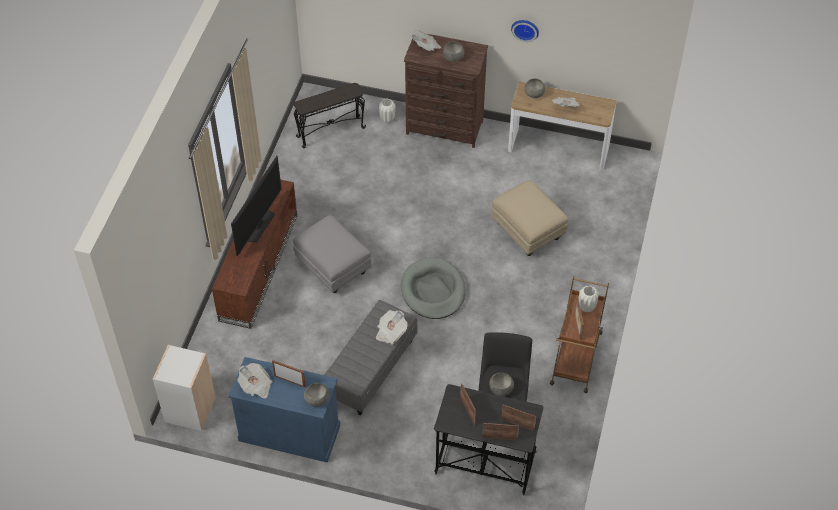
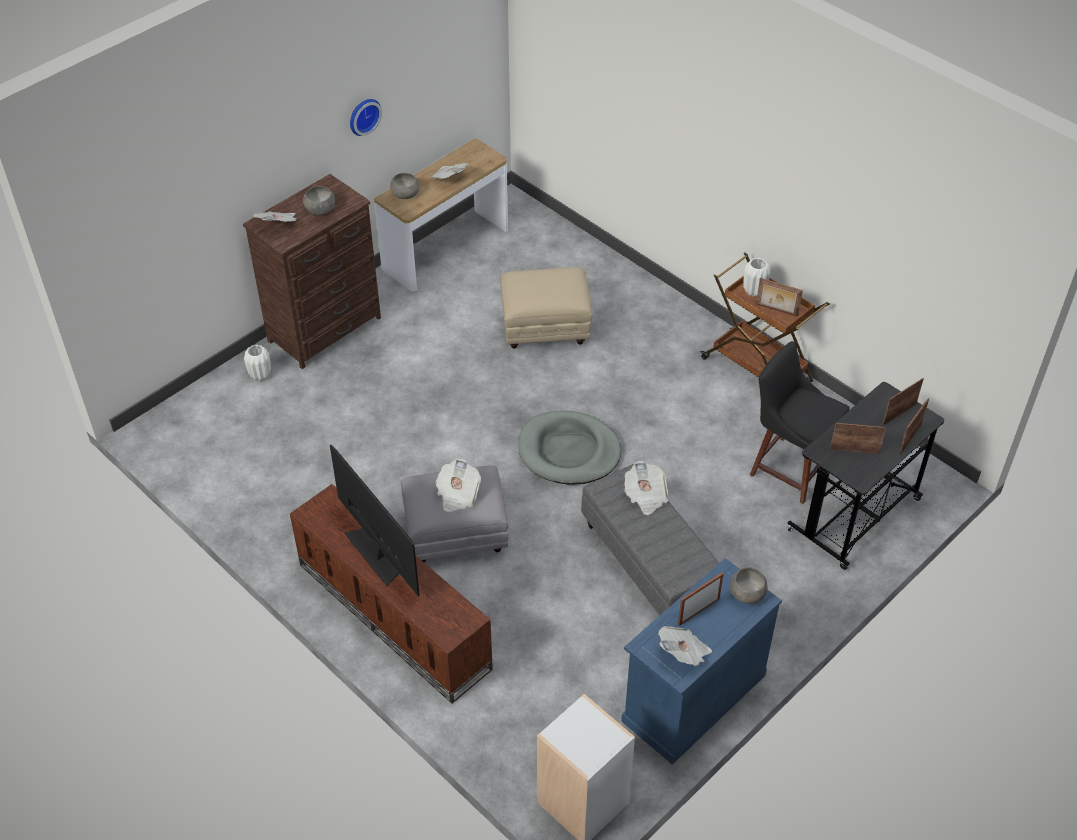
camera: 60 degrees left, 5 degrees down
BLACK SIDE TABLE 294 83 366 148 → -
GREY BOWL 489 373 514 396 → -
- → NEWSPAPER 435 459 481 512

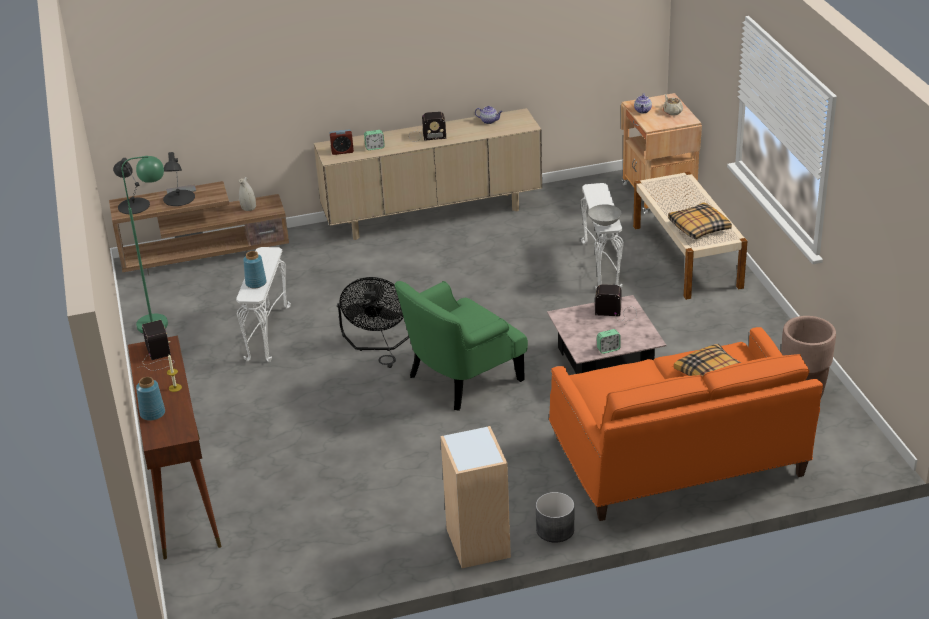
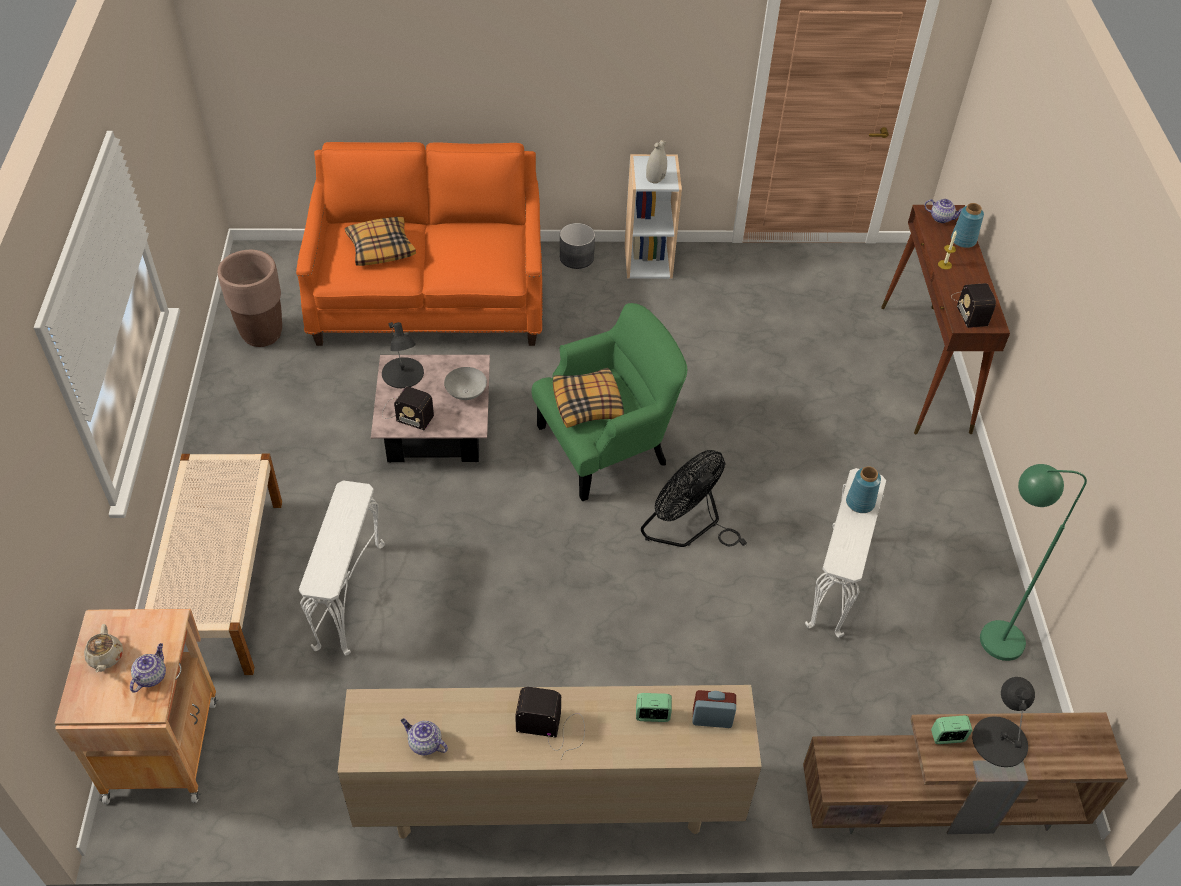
camera: 170 degrees left, 15 degrees up
- → TEAPOT 925 199 962 223
BLACK TABLE LAMP 113 158 150 214 → BLACK TABLE LAMP 382 322 424 388, shifted
WHITE VASE 239 177 256 211 → WHITE VASE 646 140 667 183, shifted
GREY BOWL 588 204 621 226 → GREY BOWL 444 367 487 400, shifted
ALARM CLOCK 597 329 621 354 → ALARM CLOCK 931 715 973 744, shifted
PILLOW 668 203 732 239 → PILLOW 553 368 624 428, shifted
BLACK FAN 337 277 409 368 → BLACK FAN 641 450 747 547, 120 degrees clockwise

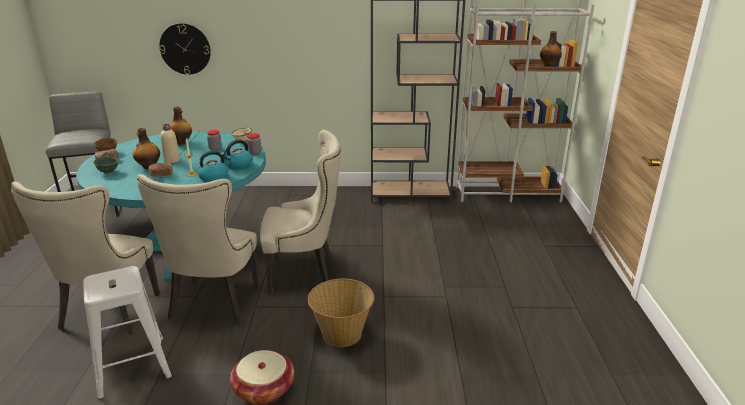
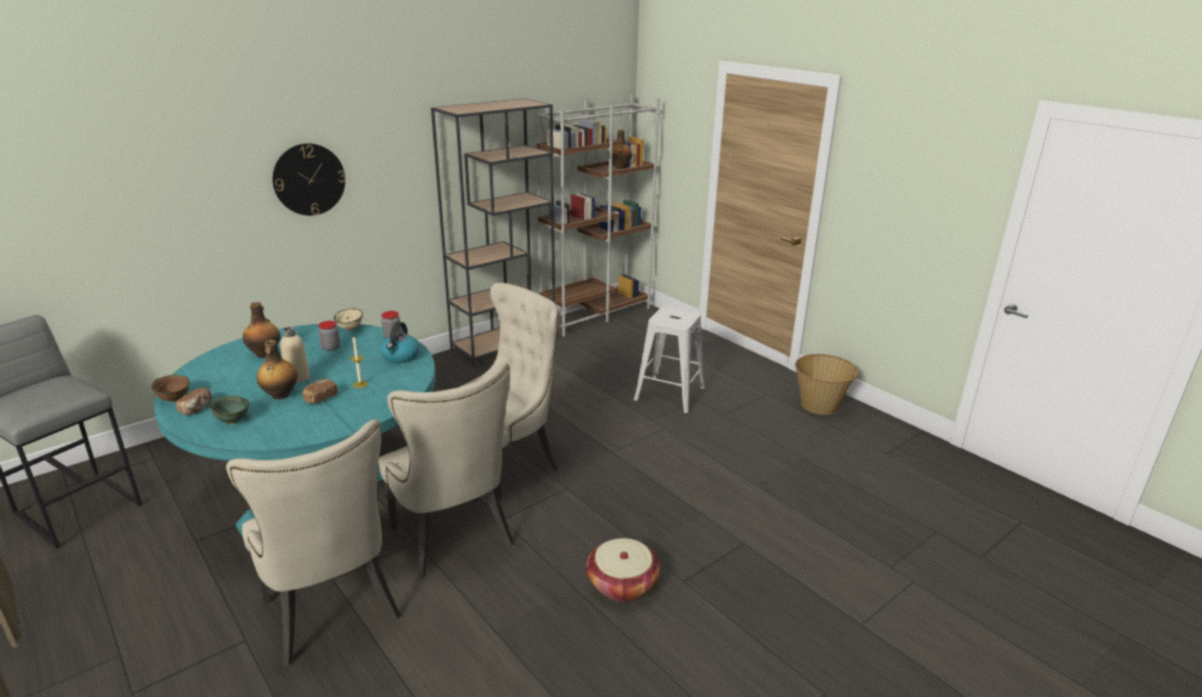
camera: 40 degrees left, 0 degrees up
KETTLE 198 151 231 182 → -
WHITE STOOL 83 266 172 400 → WHITE STOOL 633 307 705 414, shifted
WALL CLOCK 159 23 211 75 → WALL CLOCK 273 143 346 216, shifted
BASKET 308 279 374 347 → BASKET 795 354 859 415, shifted

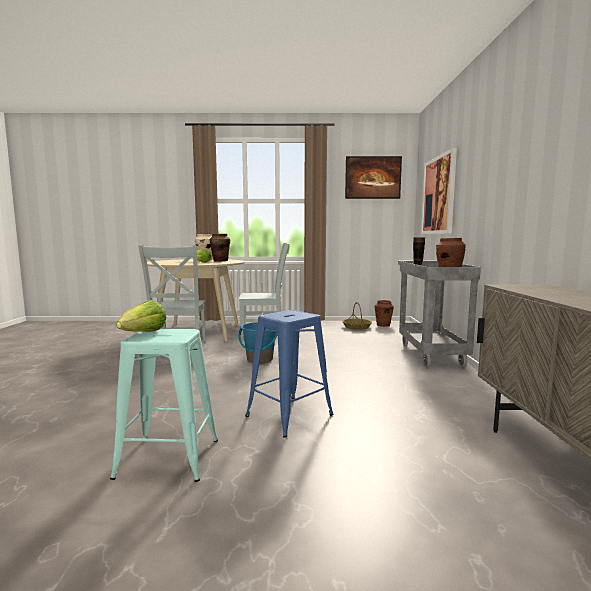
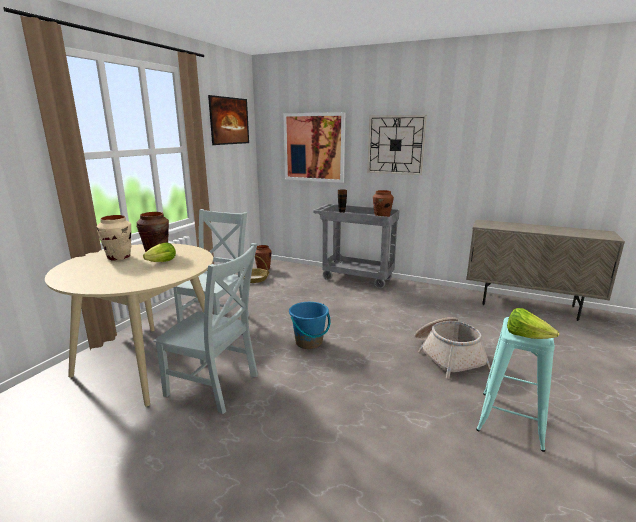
camera: 65 degrees left, 10 degrees up
- → WALL CLOCK 367 115 427 175
BLUE STOOL 245 310 334 438 → BASKET 414 317 491 379

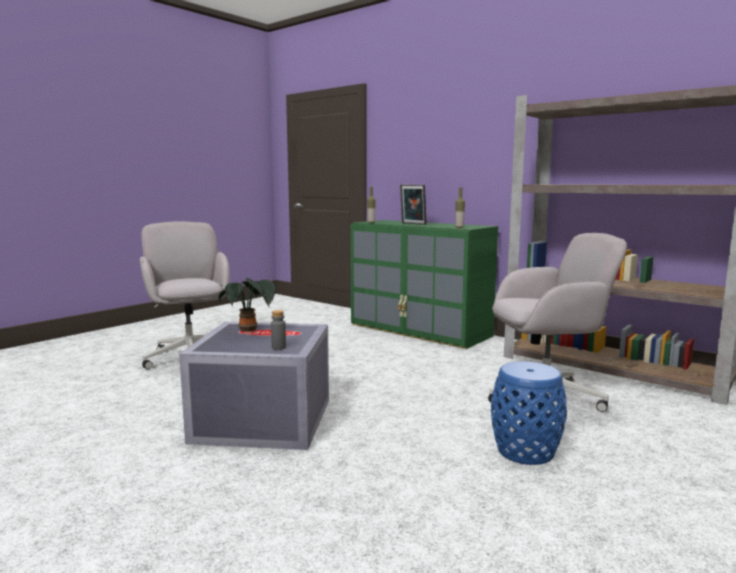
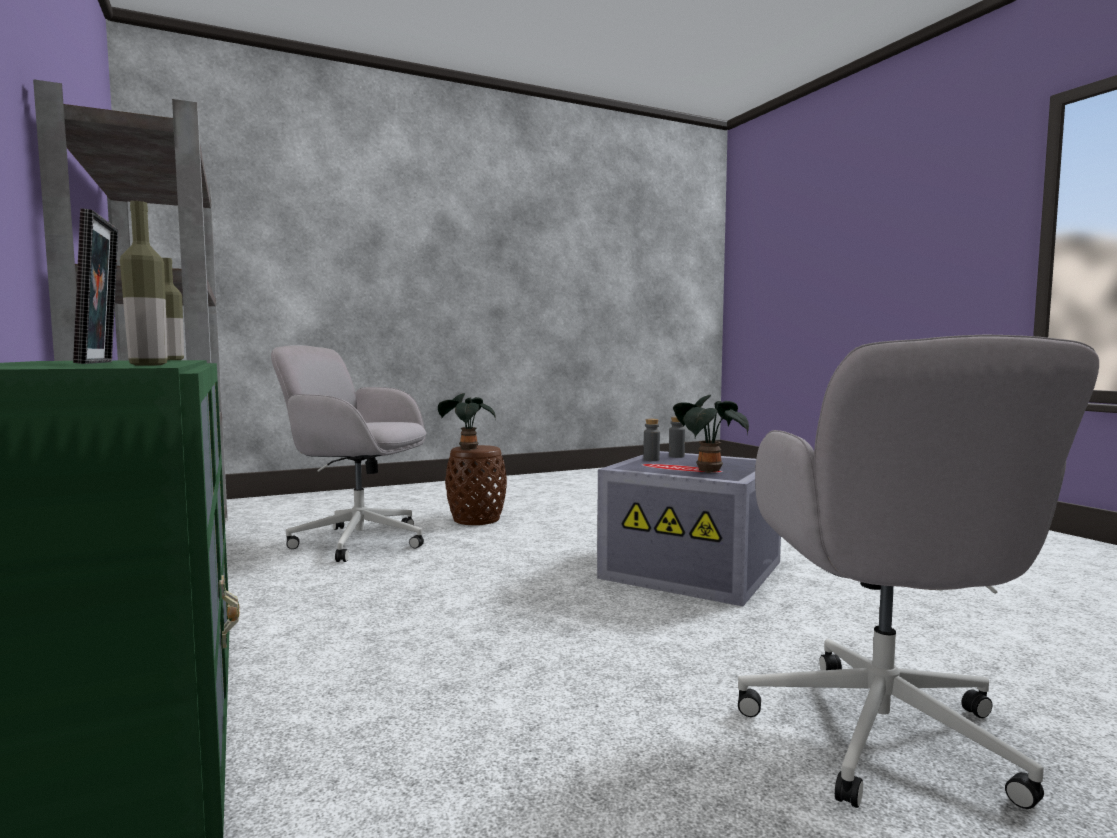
camera: 155 degrees left, 5 degrees down
- → POTTED PLANT 438 393 496 450
- → GREY BOTTLE 643 419 660 461
BLUE STOOL 491 361 567 465 → BROWN STOOL 445 445 507 525

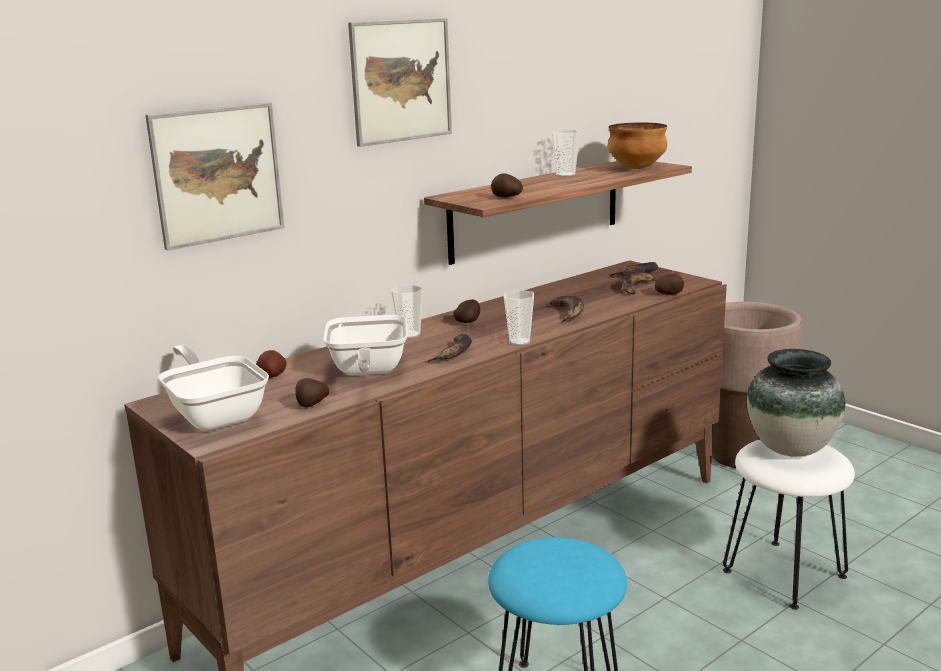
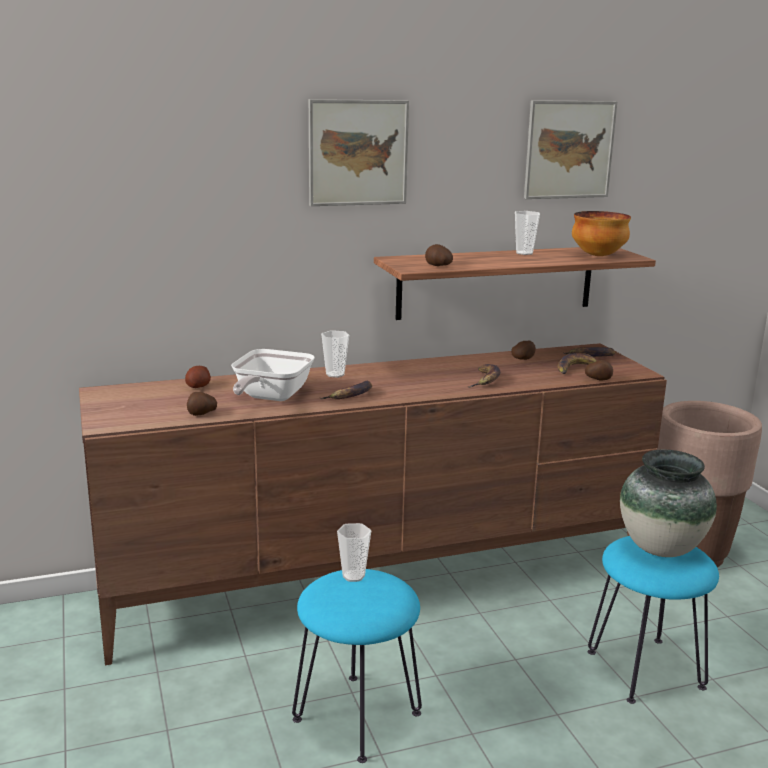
camera: 20 degrees right, 0 degrees up
FRYING PAN 158 345 269 431 → -
PICTURE 145 102 284 251 → PICTURE 524 100 617 199, shifted
POTATO 453 299 480 323 → POTATO 511 341 536 360, shifted
CUP 504 290 534 346 → CUP 337 523 371 582, shifted
WHITE STOOL 723 440 855 610 → TURQUOISE STOOL 588 536 719 704

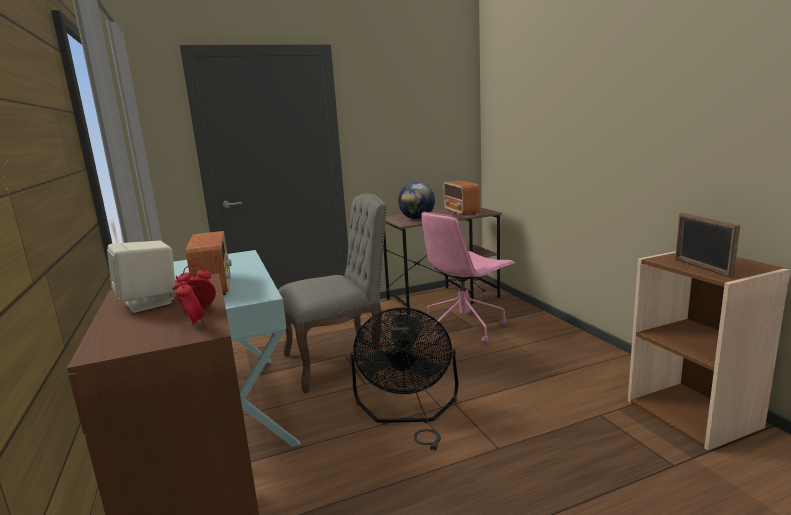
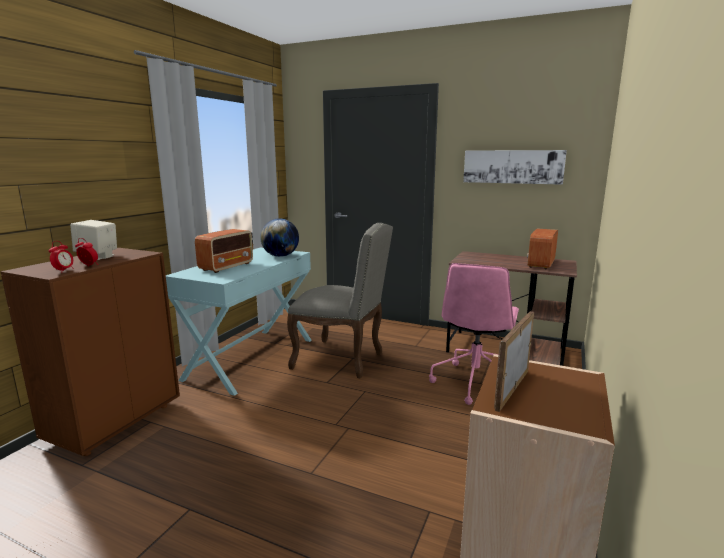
camera: 45 degrees right, 0 degrees up
BLACK FAN 350 308 458 450 → -
- → PICTURE 463 150 567 185
GLOBE 398 182 435 219 → GLOBE 260 219 299 257, shifted
PINK OFFICE CHAIR 421 212 516 344 → PINK OFFICE CHAIR 429 263 519 405, 75 degrees counterclockwise

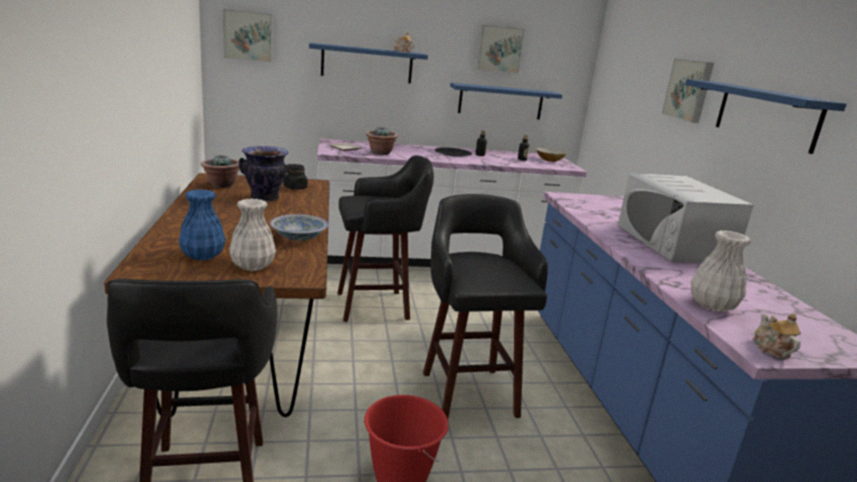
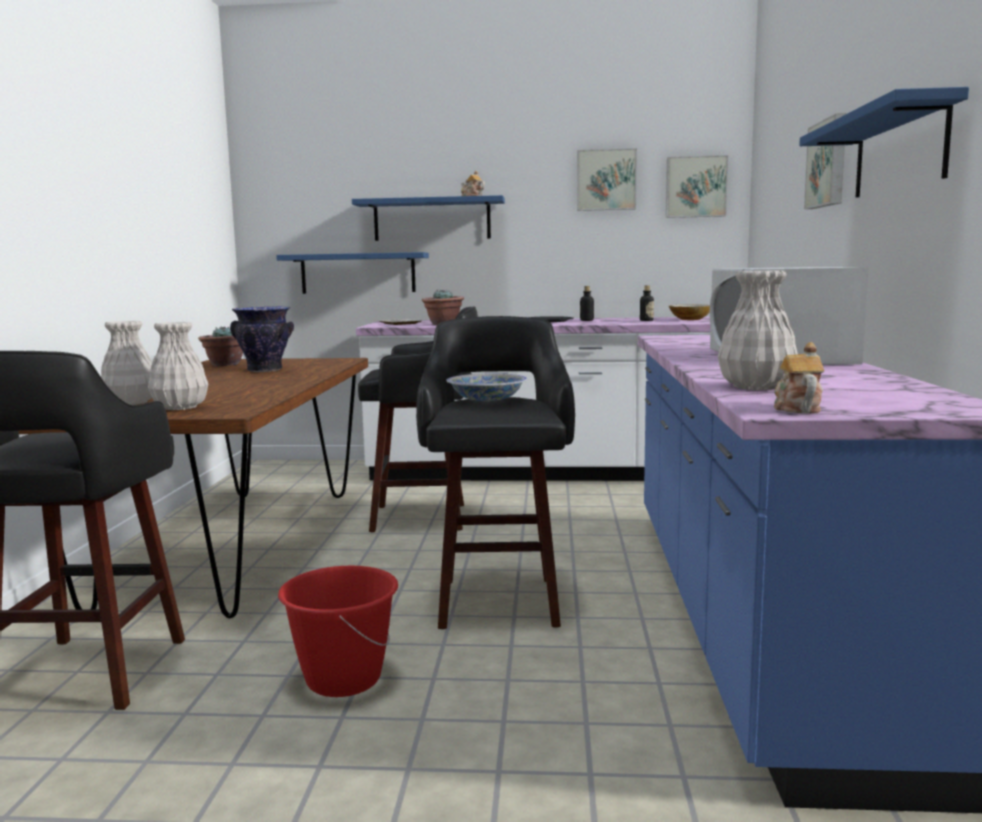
camera: 15 degrees right, 10 degrees down
BLACK JAR 284 164 308 190 → -
PICTURE 223 9 272 62 → PICTURE 666 155 728 218, shifted
BOWL 270 214 328 240 → BOWL 446 373 527 401, shifted
BLUE SHELF 450 83 562 120 → BLUE SHELF 276 252 429 294, shifted
BLUE VASE 178 189 226 260 → WHITE VASE 101 321 153 405

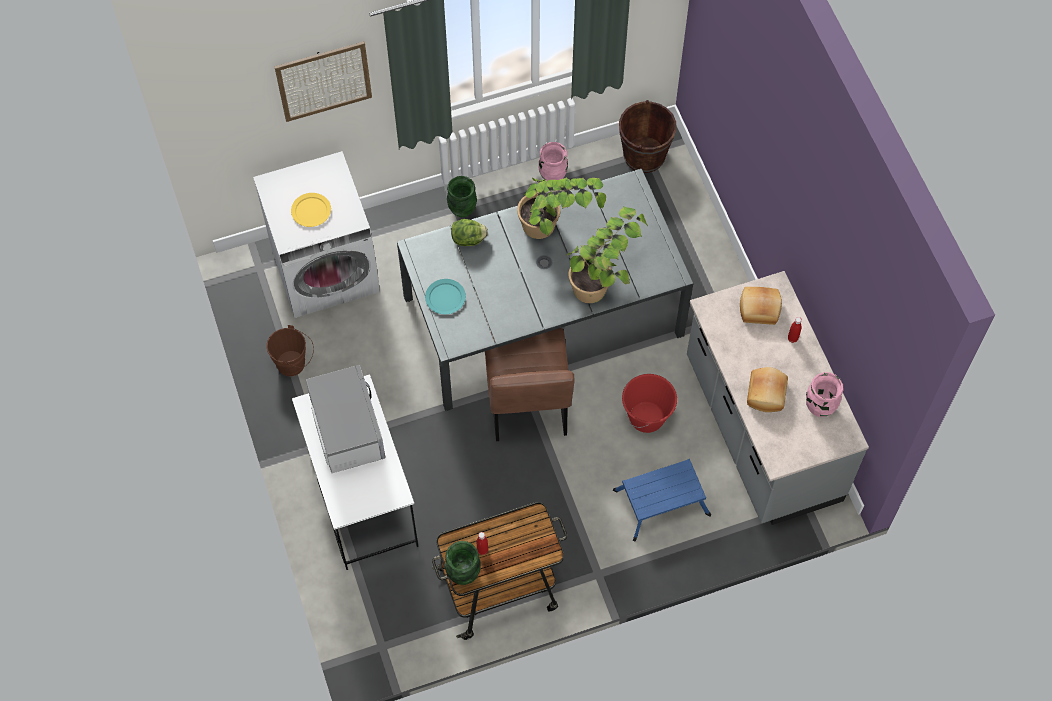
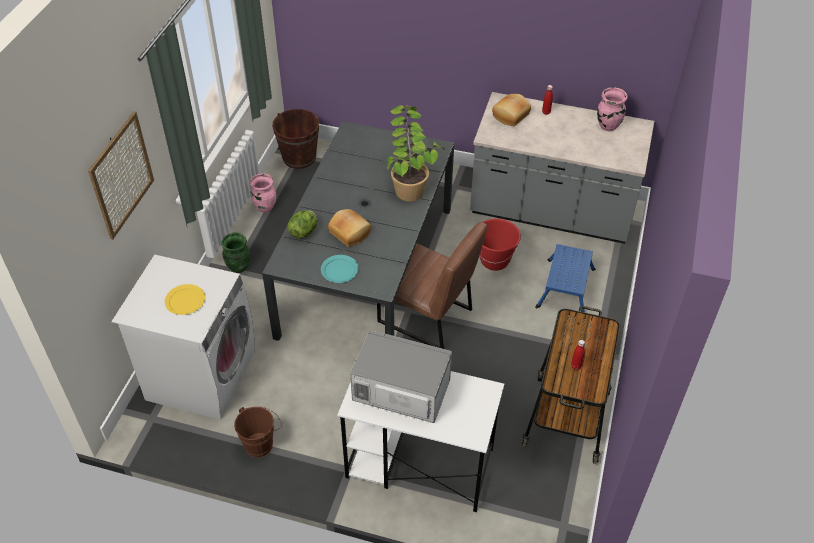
camera: 55 degrees left, 15 degrees down
GREEN VASE 445 541 481 585 → -
POTTED PLANT 517 177 606 239 → -
BREAD 747 367 788 412 → BREAD 328 209 371 247, shifted

